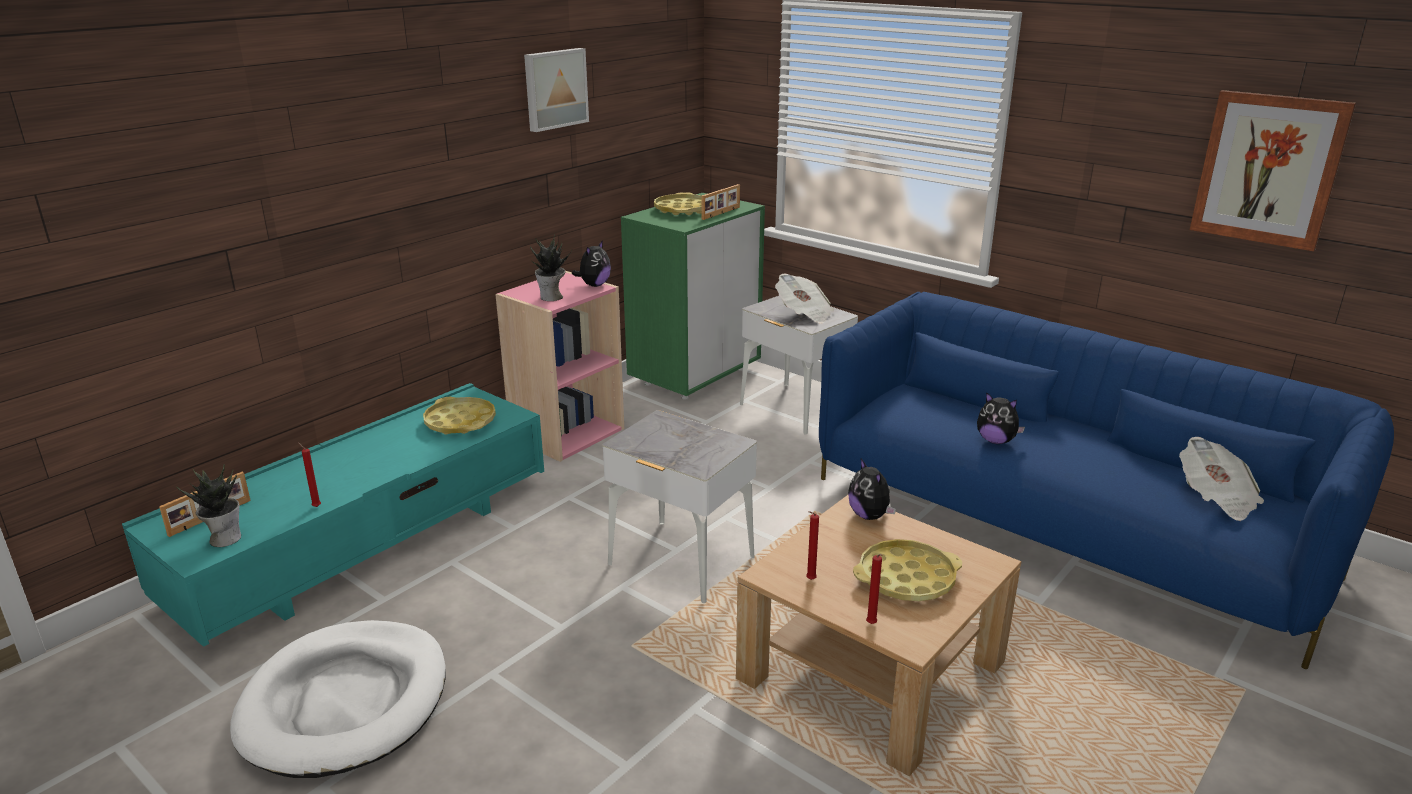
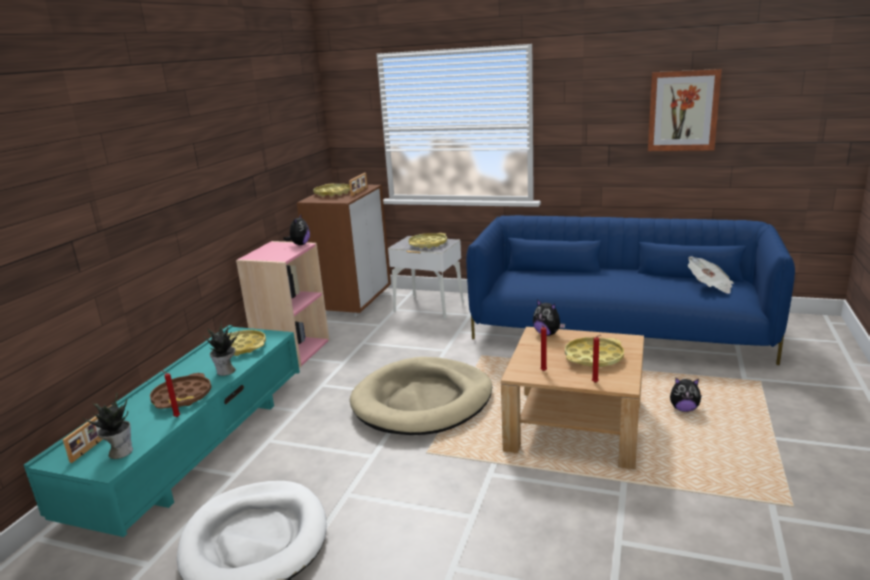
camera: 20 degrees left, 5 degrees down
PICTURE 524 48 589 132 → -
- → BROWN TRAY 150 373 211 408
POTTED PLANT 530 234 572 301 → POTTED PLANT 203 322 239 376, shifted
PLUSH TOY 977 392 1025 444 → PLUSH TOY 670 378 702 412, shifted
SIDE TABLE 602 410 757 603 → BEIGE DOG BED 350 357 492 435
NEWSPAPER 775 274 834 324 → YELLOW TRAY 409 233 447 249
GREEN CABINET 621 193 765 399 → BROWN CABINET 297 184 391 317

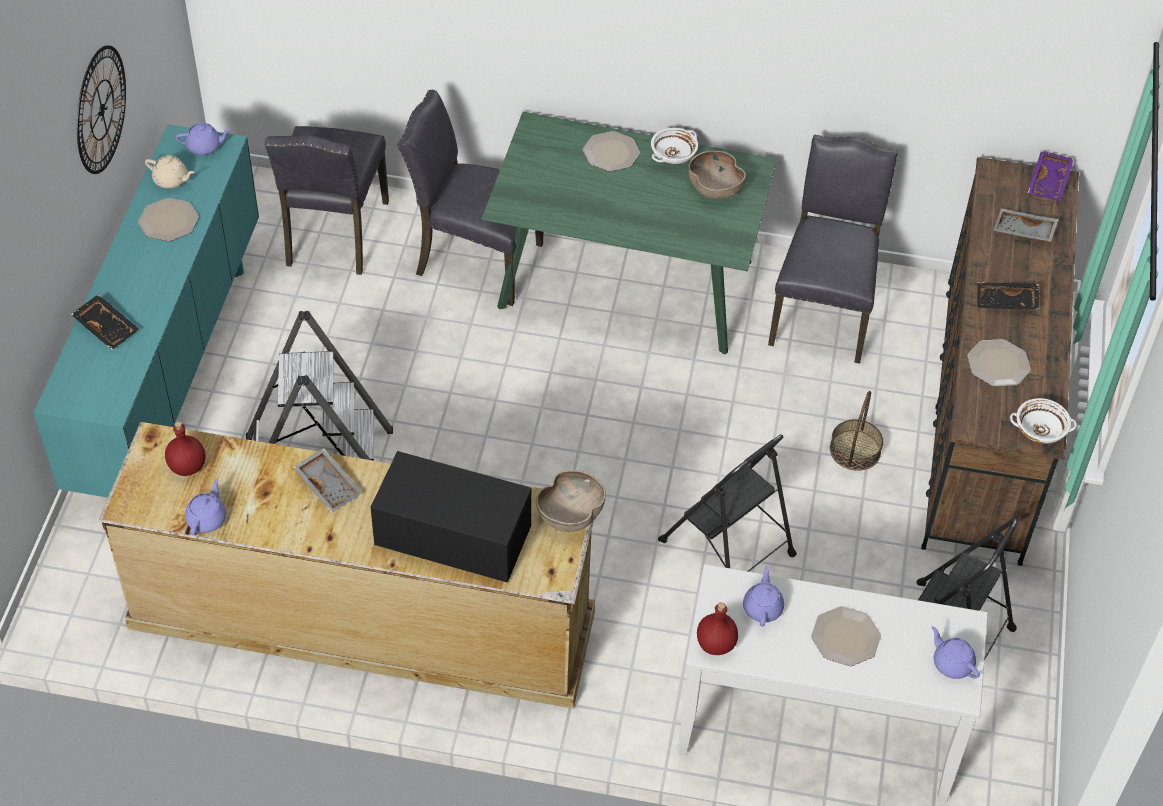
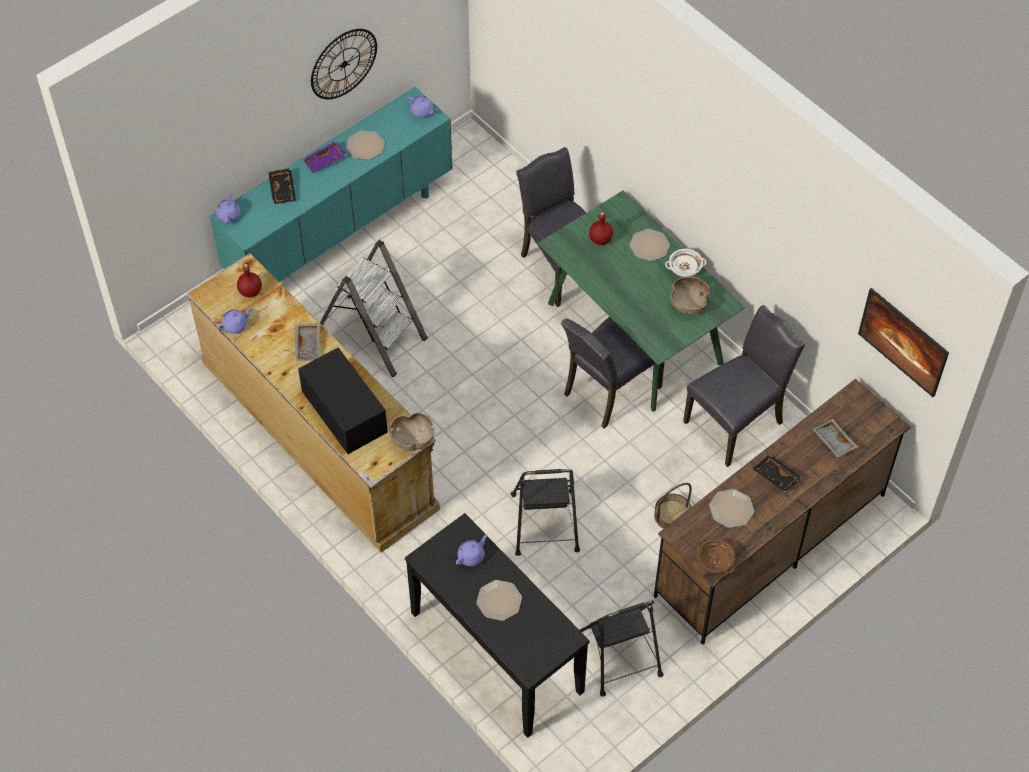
camera: 40 degrees right, 5 degrees up
BEIGE TEAPOT 145 155 195 189 → -
- → PICTURE 858 288 949 397
GREY CHAIR 265 126 389 275 → GREY CHAIR 561 316 664 429, shifted
RED BOTTLE 697 602 738 655 → RED BOTTLE 589 212 613 245, shifted
PURPLE TEAPOT 932 626 980 679 → PURPLE TEAPOT 216 190 241 224, shifted
PURPLE TRAY 1028 151 1074 201 → PURPLE TRAY 303 141 346 173, shifted
WHITE CONSOLE TABLE 677 564 988 802 → BLACK CONSOLE TABLE 405 513 590 738
WHITE BOWL 1010 398 1077 444 → BROWN BOWL 697 539 736 574

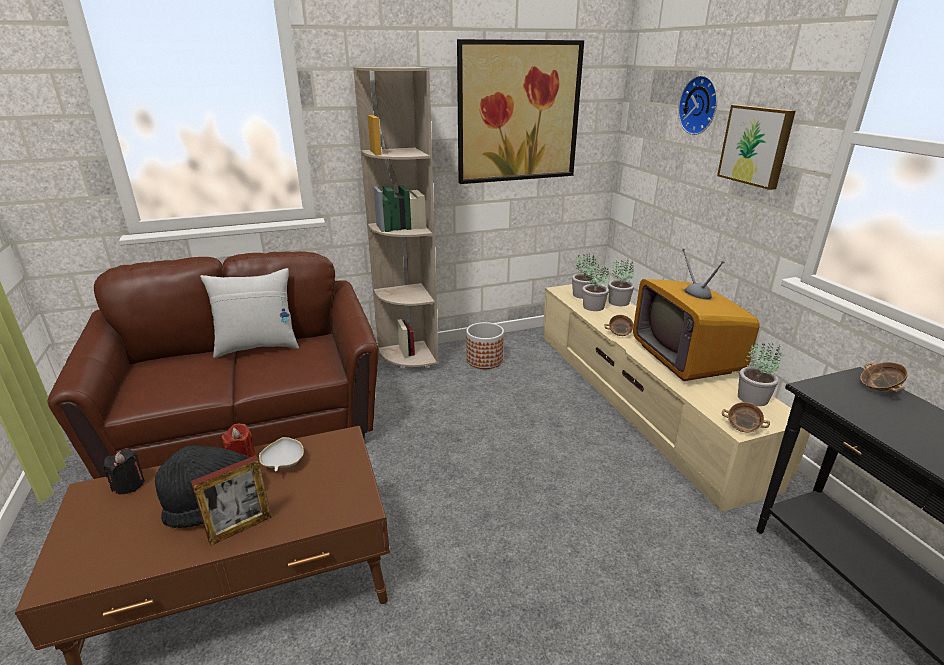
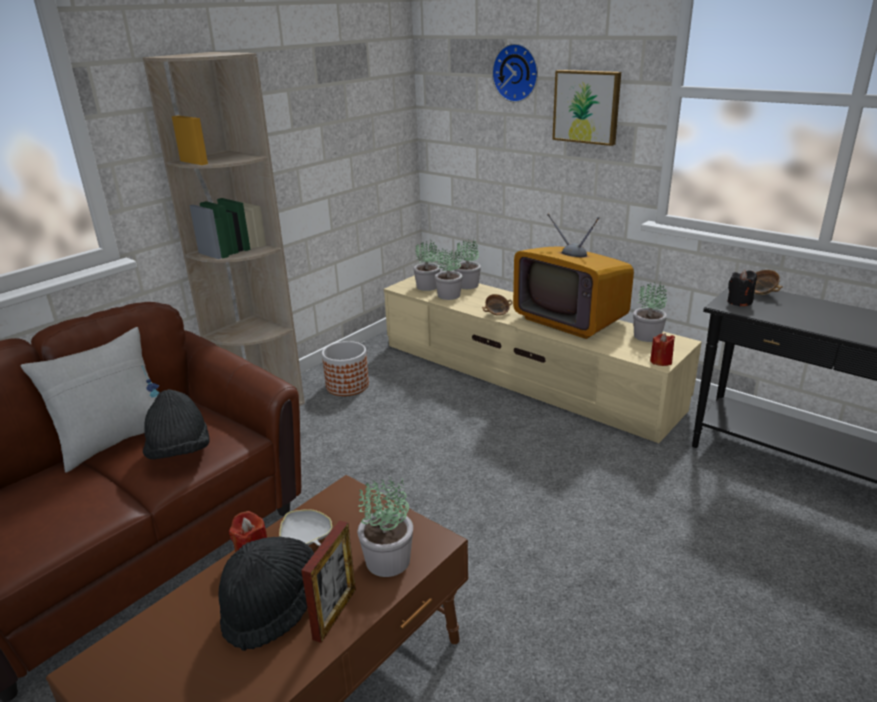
camera: 30 degrees left, 0 degrees up
PICTURE 457 39 584 184 → -
- → BLACK HAT 143 389 210 460
- → POTTED PLANT 357 478 413 577
BLACK CANDLE 103 449 145 495 → BLACK CANDLE 728 270 757 306, shifted
BOWL 722 402 770 432 → RED CANDLE 650 333 675 366

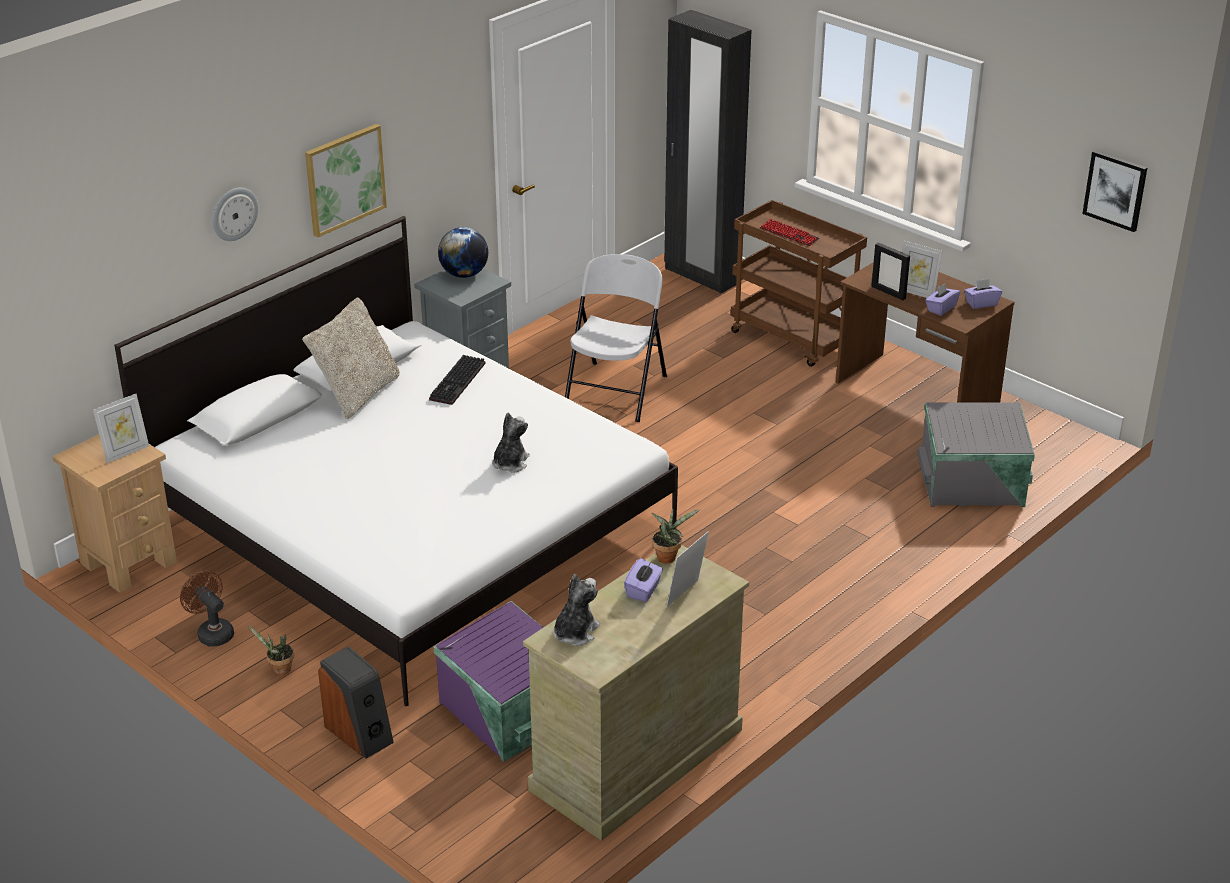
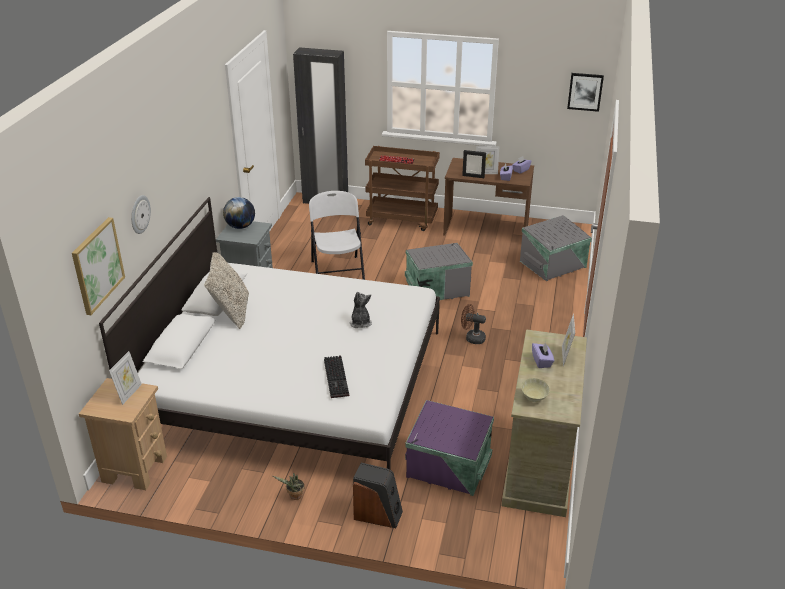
camera: 30 degrees left, 0 degrees up
POTTED PLANT 652 509 700 564 → -
- → GREY STORAGE BOX 405 243 473 300
BROWN FAN 180 571 234 647 → BROWN FAN 461 304 486 344, shifted
PICTURE 305 124 387 238 → PICTURE 72 217 125 315, shifted
KEYBOARD 429 355 485 405 → KEYBOARD 324 355 349 398, shifted
PLUSH TOY 553 574 601 646 → BEIGE BOWL 521 378 550 402

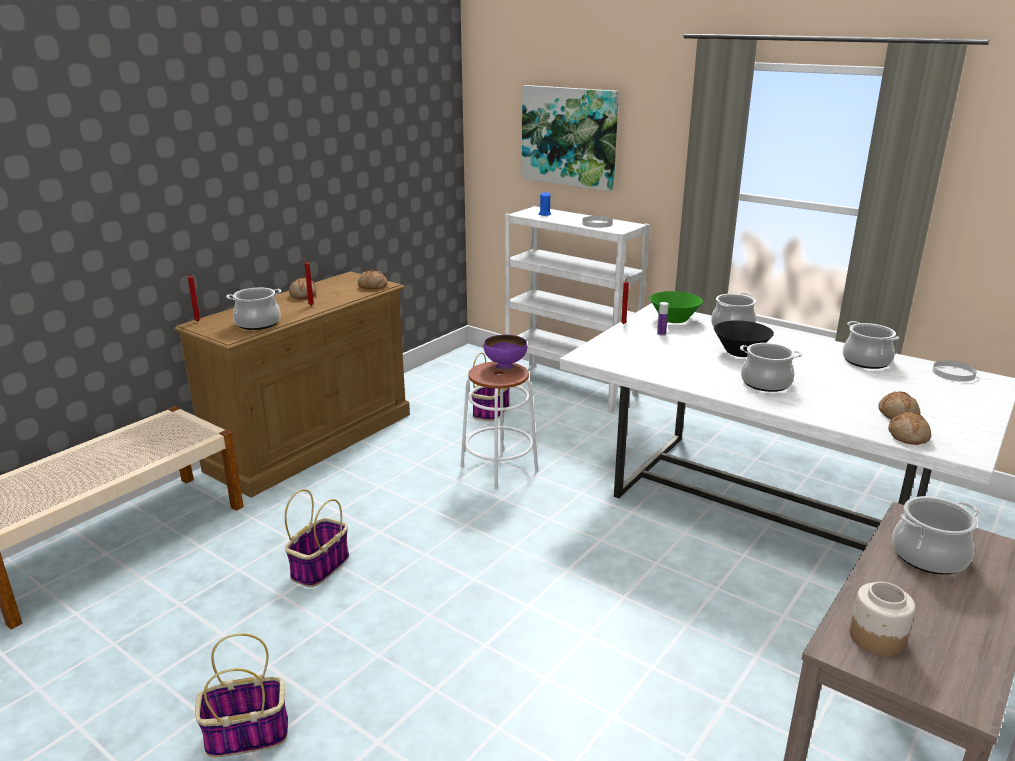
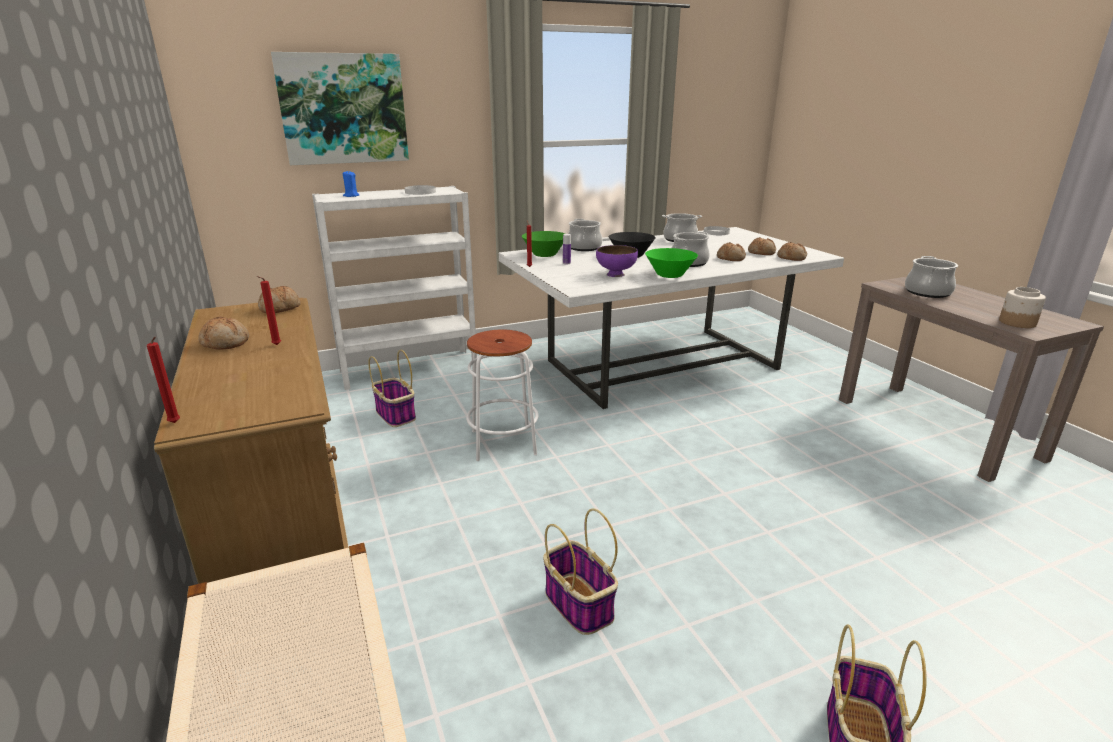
camera: 60 degrees left, 0 degrees up
COOKING POT 226 288 281 330 → -
- → GREEN BOWL 645 248 698 278
- → BREAD 717 242 746 261
PURPLE BOWL 484 335 527 370 → PURPLE BOWL 596 245 638 277, shifted

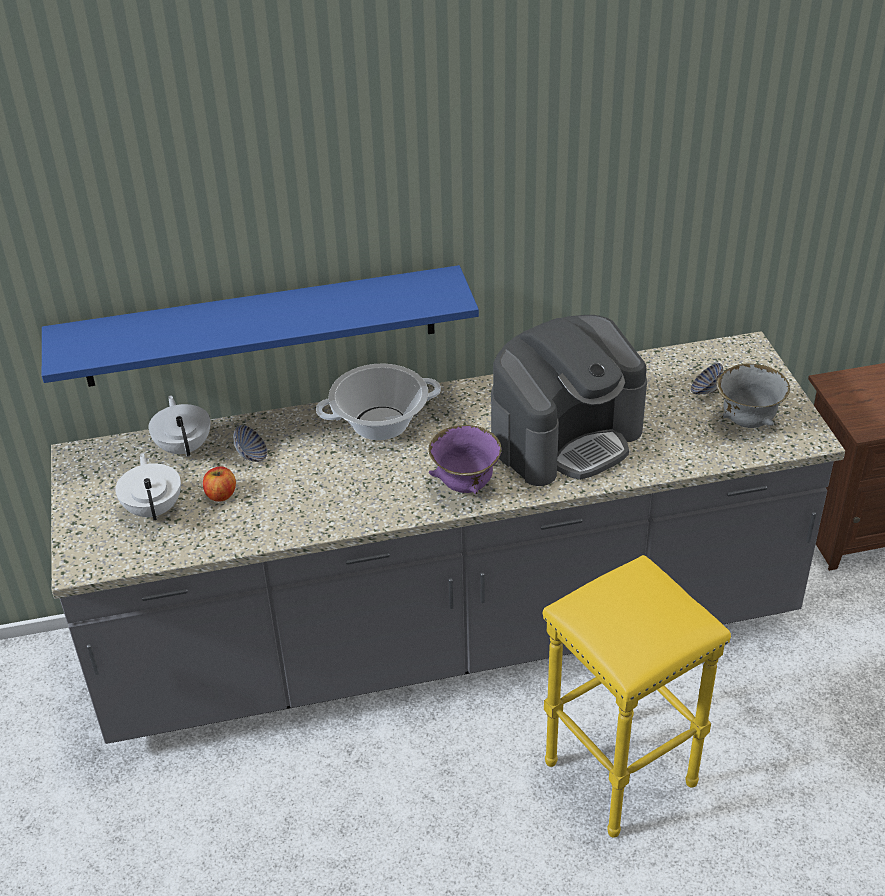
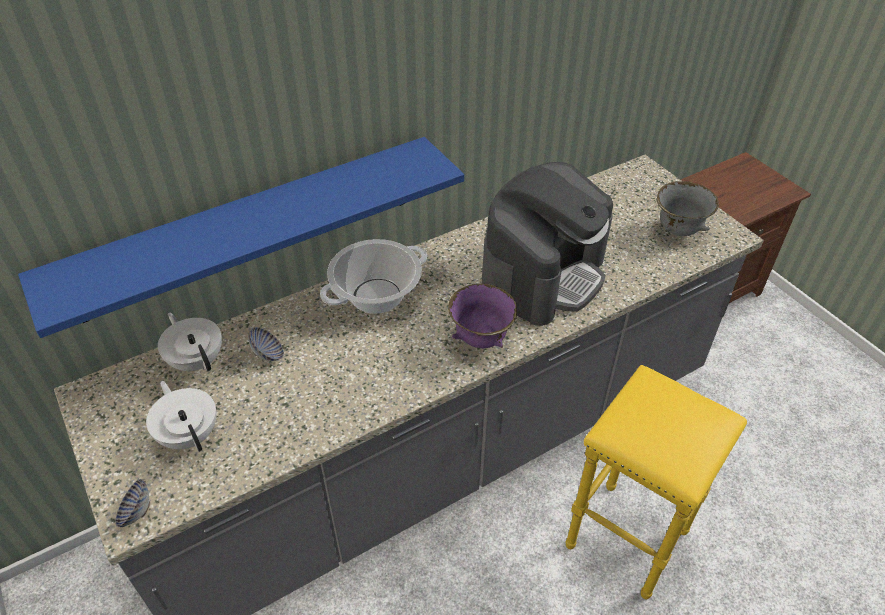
camera: 20 degrees left, 5 degrees up
APPLE 203 466 236 502 → -
BOWL 691 363 723 395 → BOWL 115 479 150 527, shifted

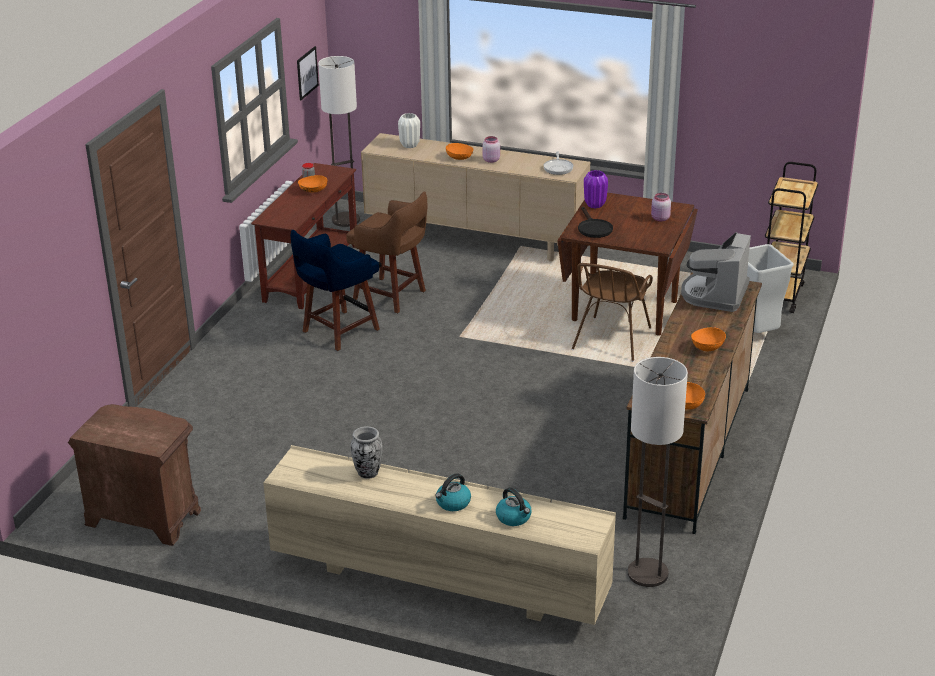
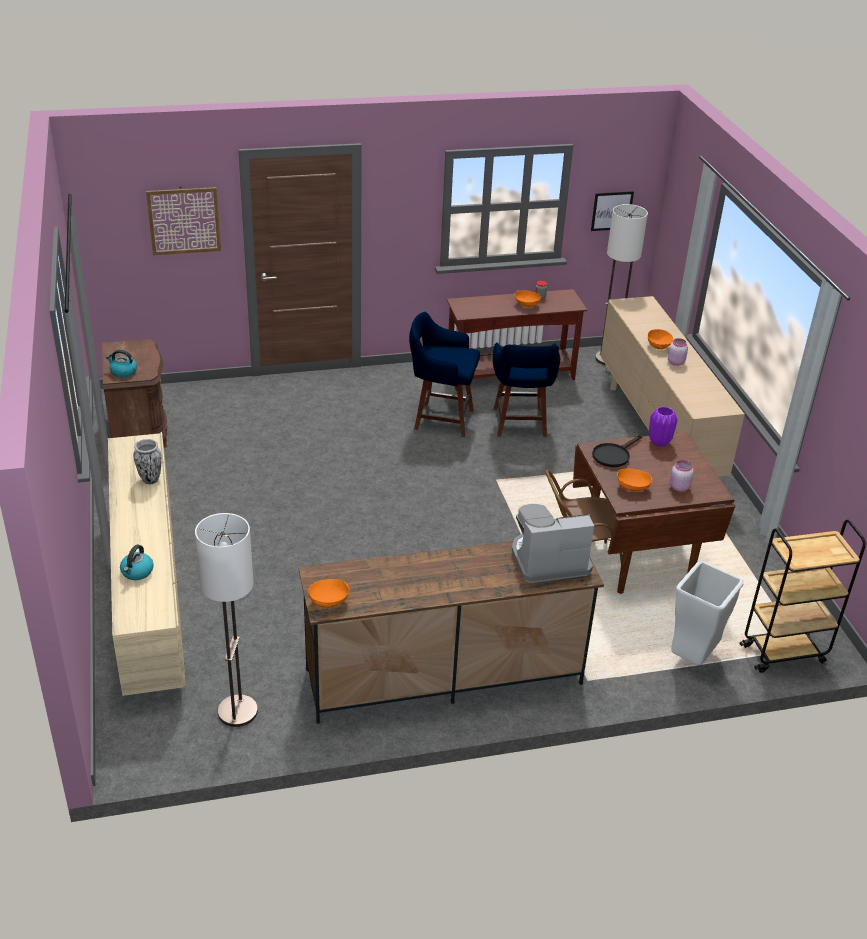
camera: 55 degrees right, 5 degrees up
WHITE VASE 398 113 420 148 → -
FRYING PAN 543 151 574 175 → -
- → PICTURE 146 187 221 255
KETTLE 435 473 471 511 → KETTLE 106 350 137 378, shifted
ORANGE BOWL 691 327 726 351 → ORANGE BOWL 617 468 653 491, shifted
BROWN STOOL 346 192 428 313 → BLUE STOOL 492 342 560 437

